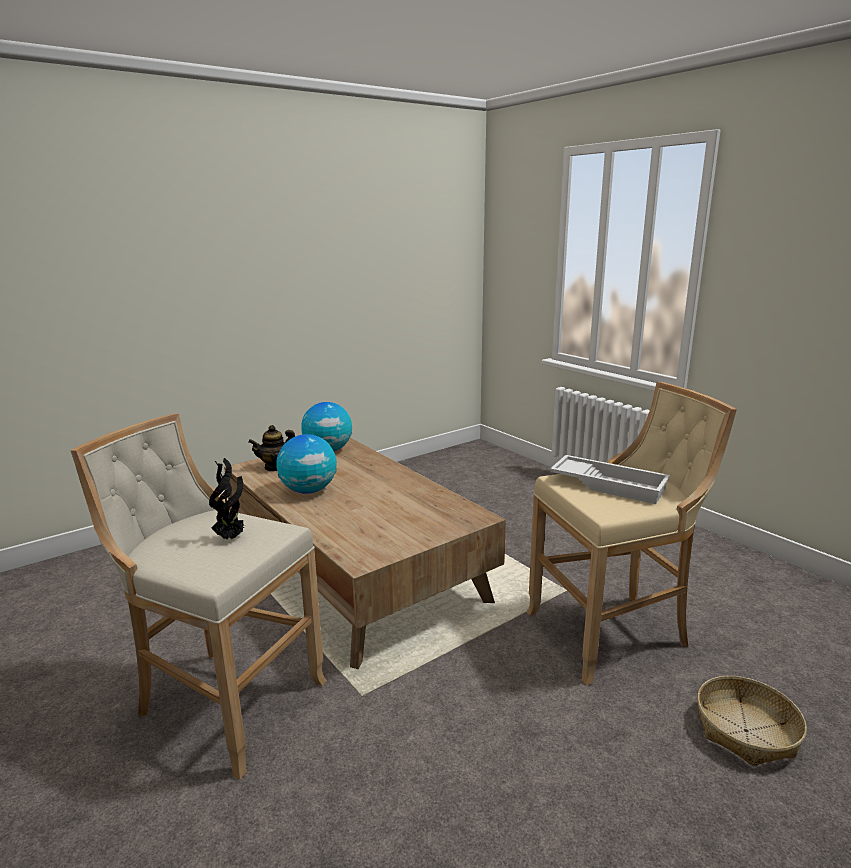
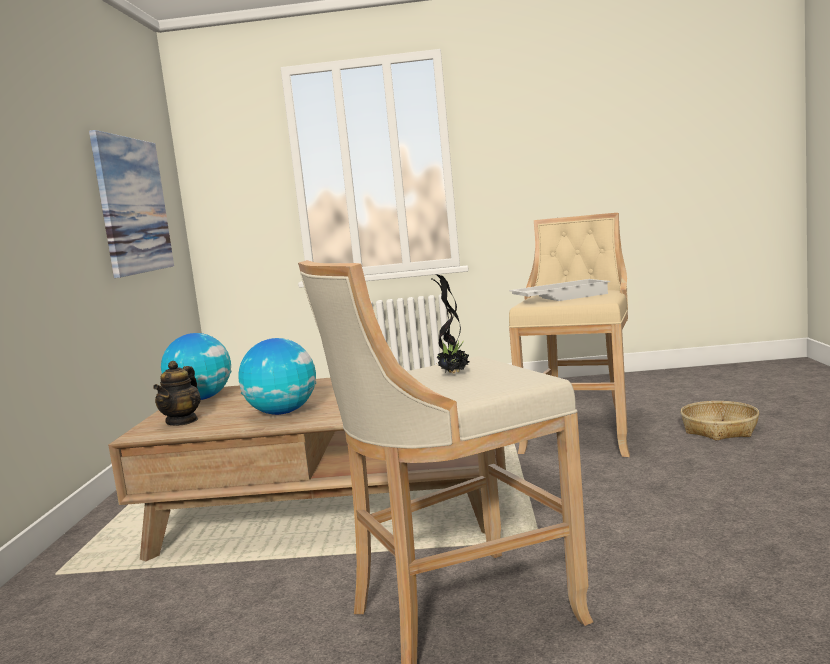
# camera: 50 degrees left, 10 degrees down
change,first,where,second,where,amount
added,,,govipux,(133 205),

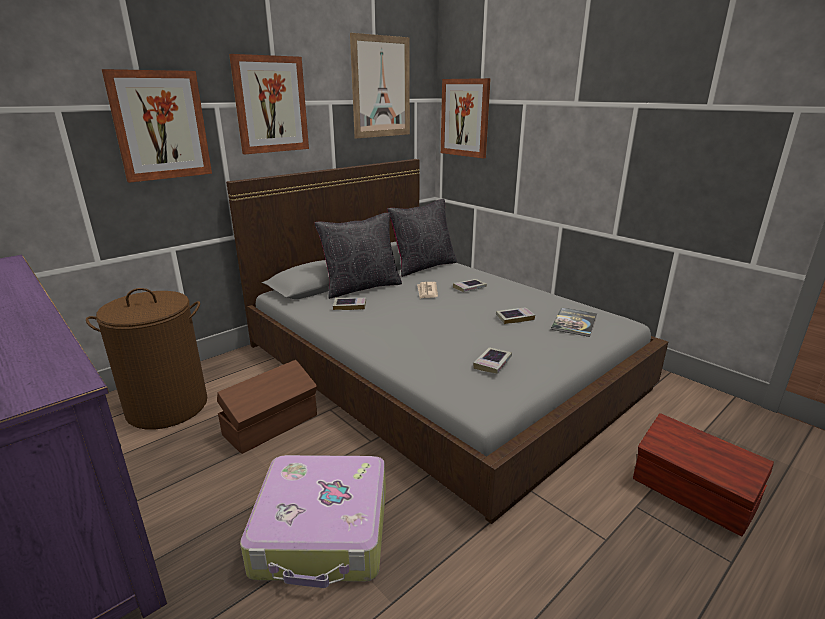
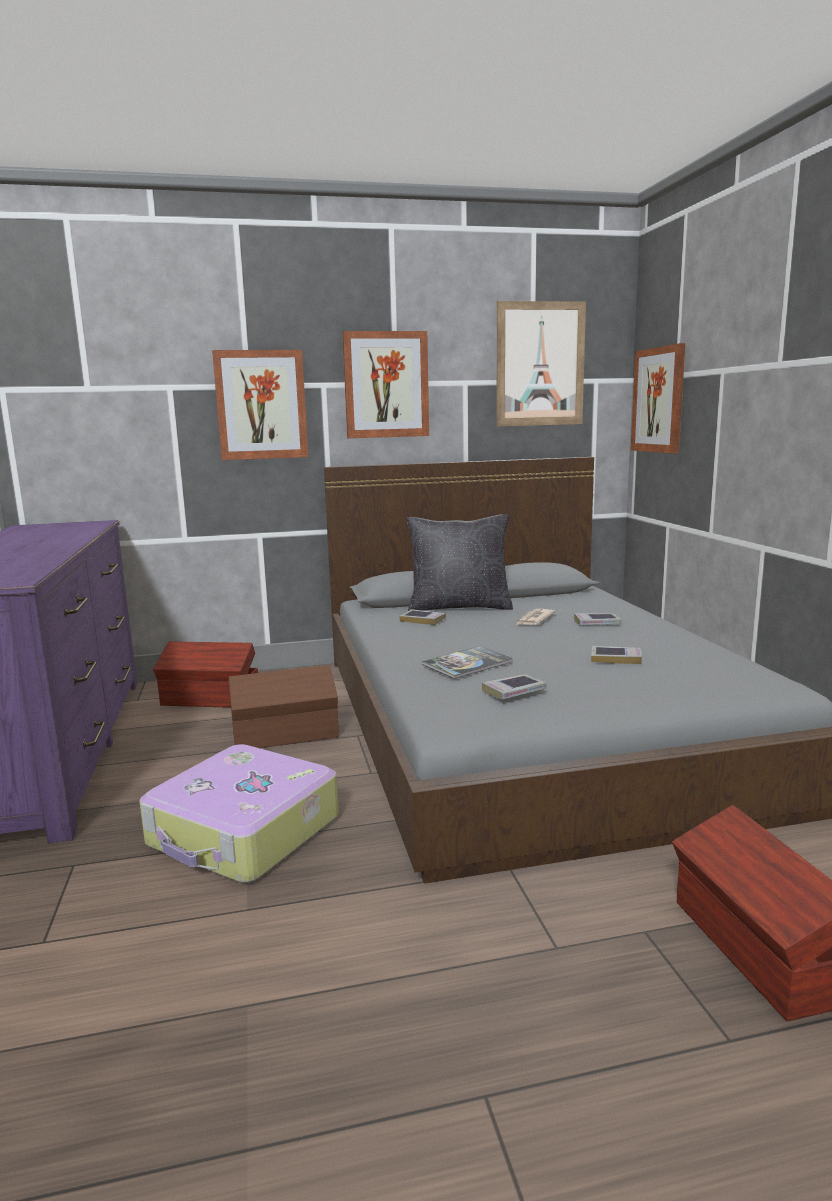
# camera: 30 degrees right, 10 degrees down
change,first,where,second,where,amount
removed,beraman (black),(423 266),,,
replaced,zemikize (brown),(168 406),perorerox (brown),(211 699),
moved,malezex,(574 322),,(467 663),

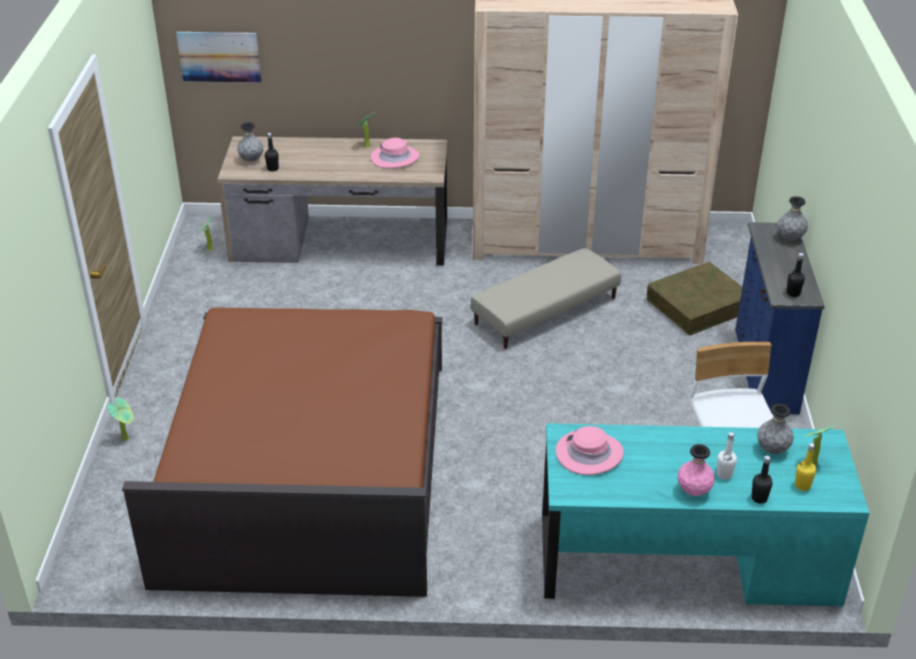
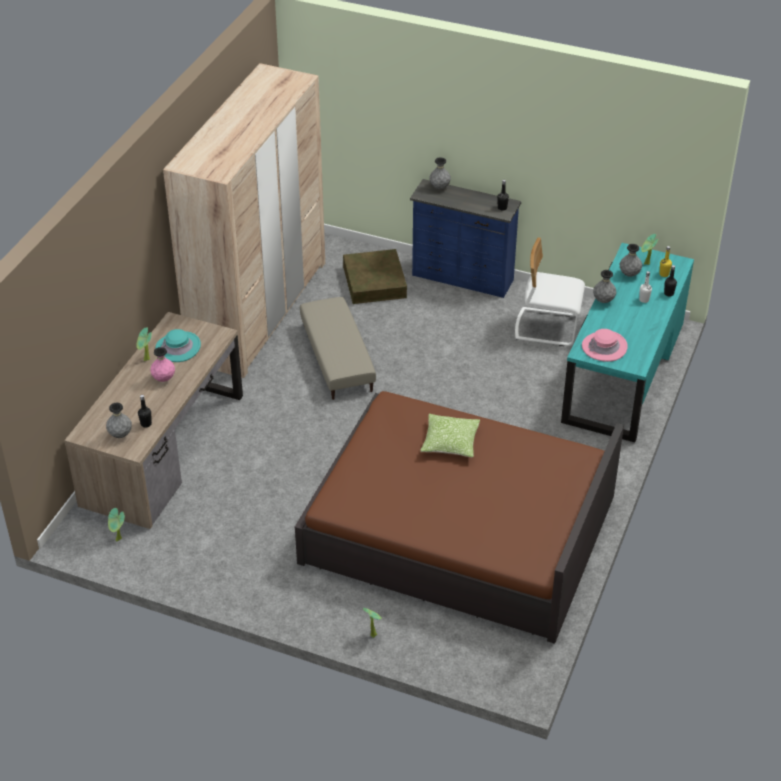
# camera: 70 degrees left, 5 degrees up
change,first,where,second,where,amount
removed,govipux,(219 56),,,
recoloured,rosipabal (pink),(395 158),rosipabal (turquoise),(178 347),
moved,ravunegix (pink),(694 491),,(164 379),
added,,,ravunegix (grey),(603 301),
added,,,beraman,(450 442),

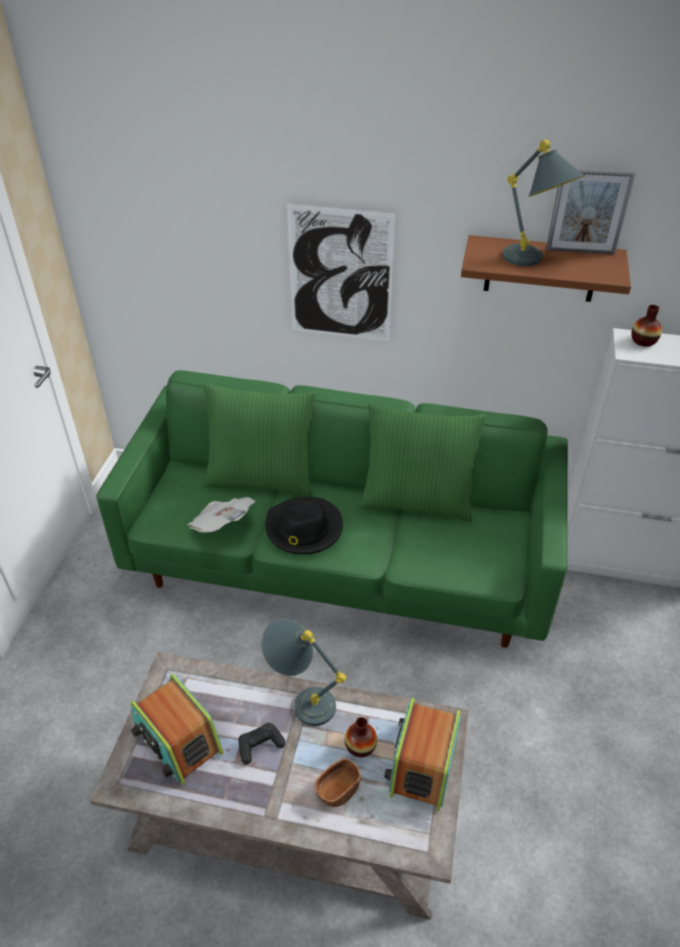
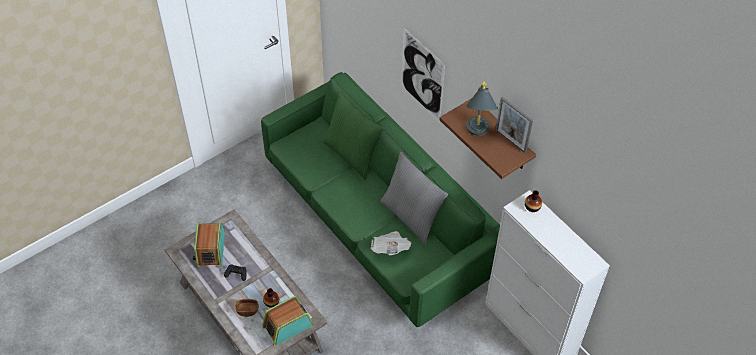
# camera: 40 degrees right, 10 degrees up
change,first,where,second,where,amount
recoloured,beraman (green),(417 501),beraman (grey),(411 216),
moved,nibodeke,(222 526),,(390 249),
removed,rosipabal (black),(303 529),,,
removed,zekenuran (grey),(301 700),,,

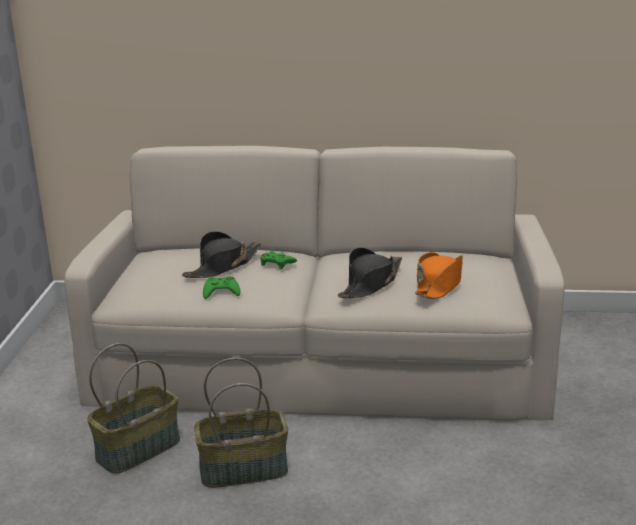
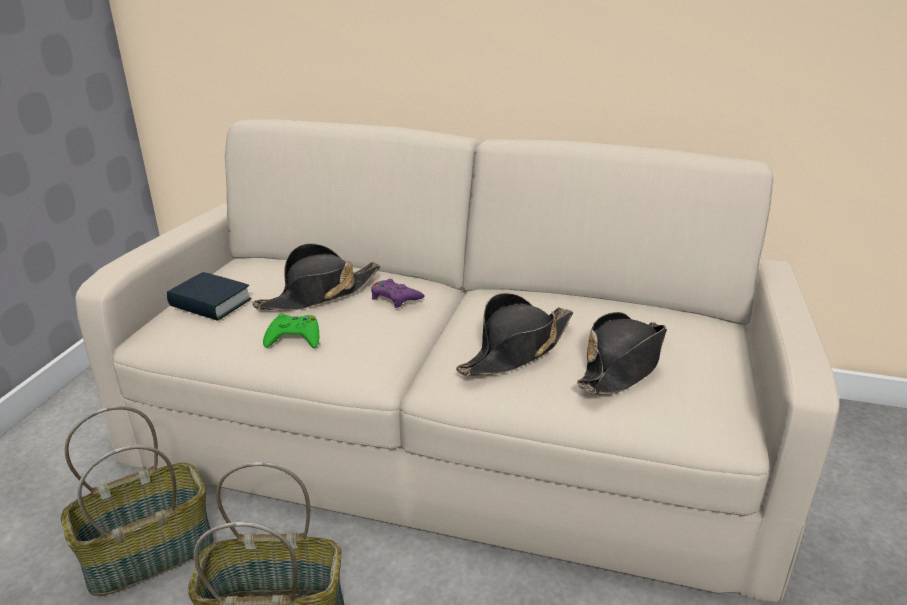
# camera: 10 degrees right, 5 degrees up
change,first,where,second,where,amount
recoloured,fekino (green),(276 263),fekino (purple),(395 298),
recoloured,rosipabal (orange),(439 284),rosipabal (black),(623 365),
added,,,malezex,(210 303),

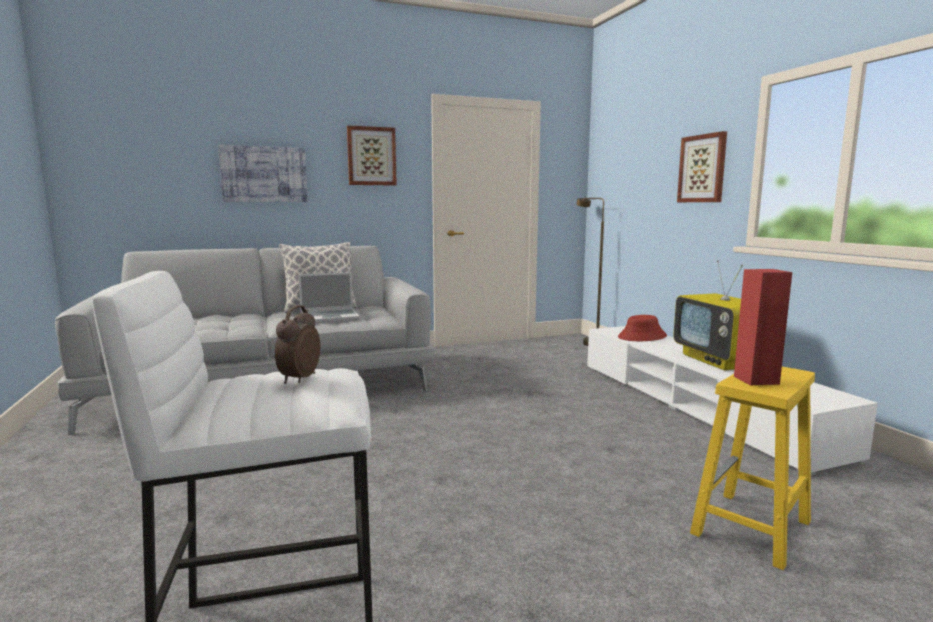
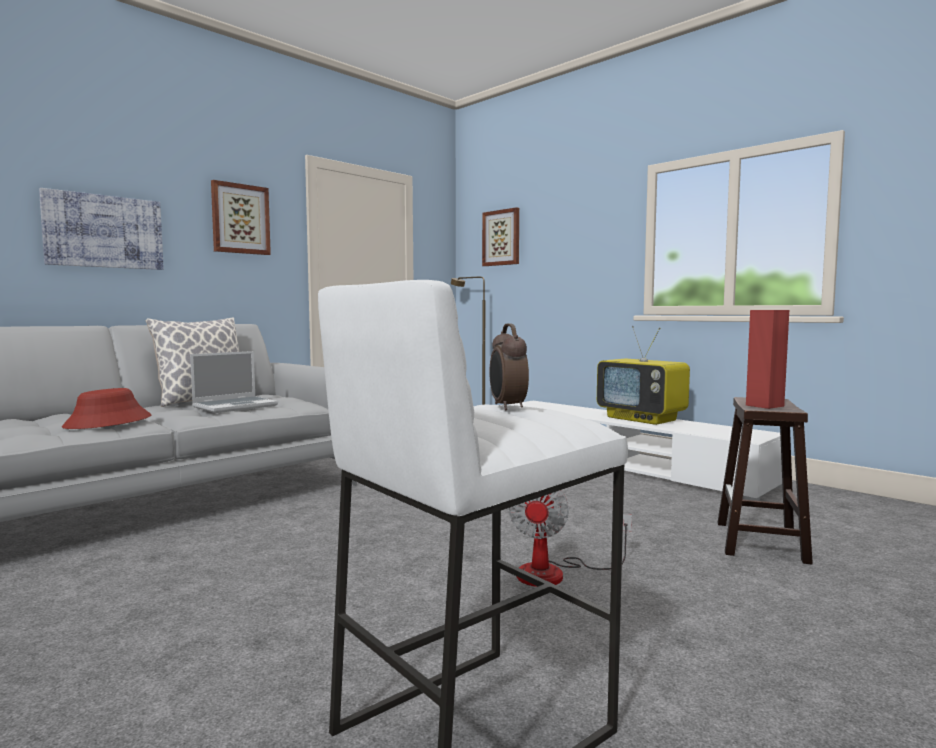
# camera: 25 degrees left, 5 degrees down
change,first,where,second,where,amount
moved,govipux,(702 168),,(501 238),
moved,rosipabal (red),(642 337),,(108 422),
recoloured,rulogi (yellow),(751 529),rulogi (brown),(761 542),
added,,,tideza,(555 573),

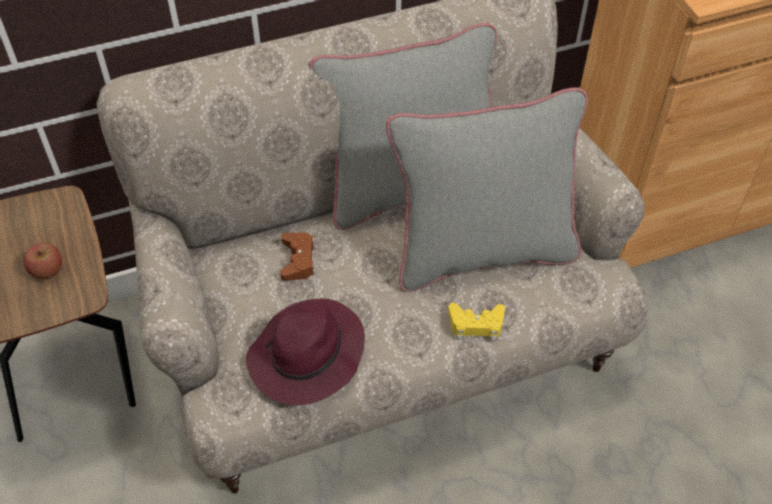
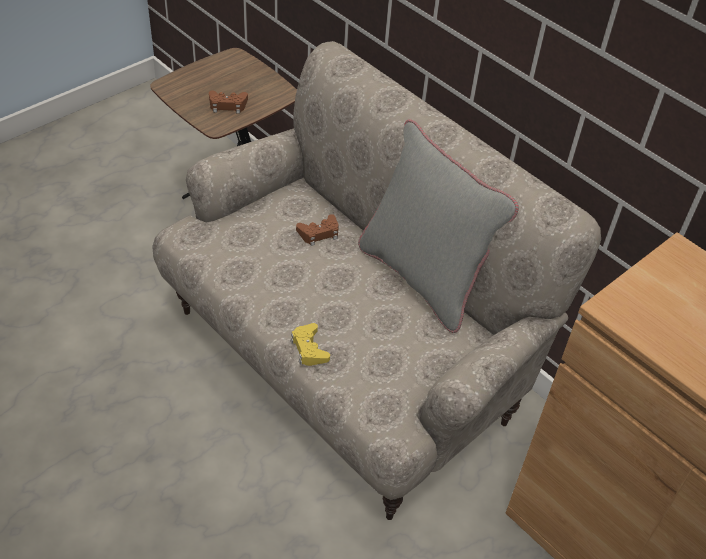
# camera: 65 degrees right, 5 degrees down
change,first,where,second,where,amount
removed,beraman (grey),(481 252),,,
replaced,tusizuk,(47 270),fekino (brown),(227 105),
removed,rosipabal (purple),(306 357),,,

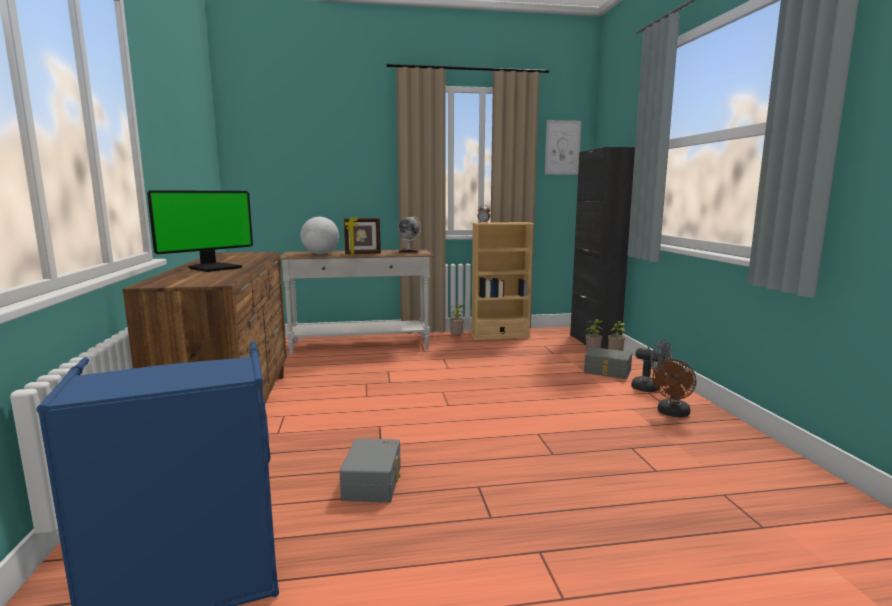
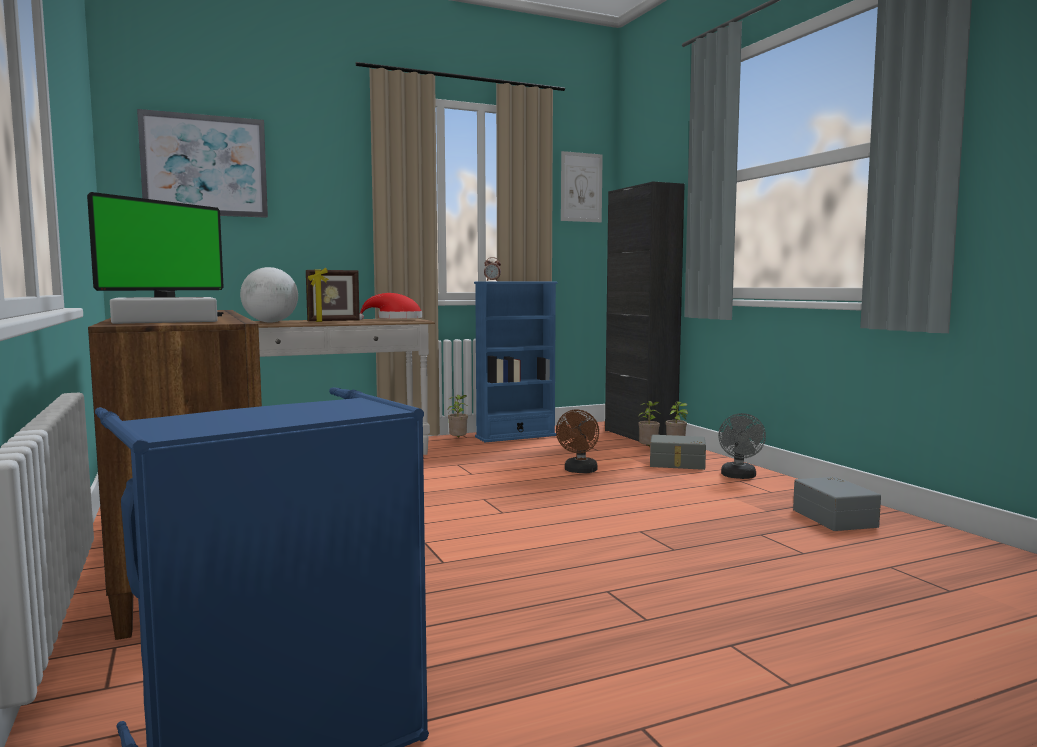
# camera: 15 degrees left, 5 degrees down
change,first,where,second,where,amount
replaced,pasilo,(409 252),rosipabal (red),(396 319),
recoloured,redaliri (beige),(500 336),redaliri (blue),(515 436),
turned,tideza (grey),(650 389),,(739 477),75 degrees clockwise
moved,tideza (brown),(672 414),,(579 471),
moved,perorerox (grey),(374 482),,(836 518),
added,,,govipux,(204 165),
added,,,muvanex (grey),(166 320),

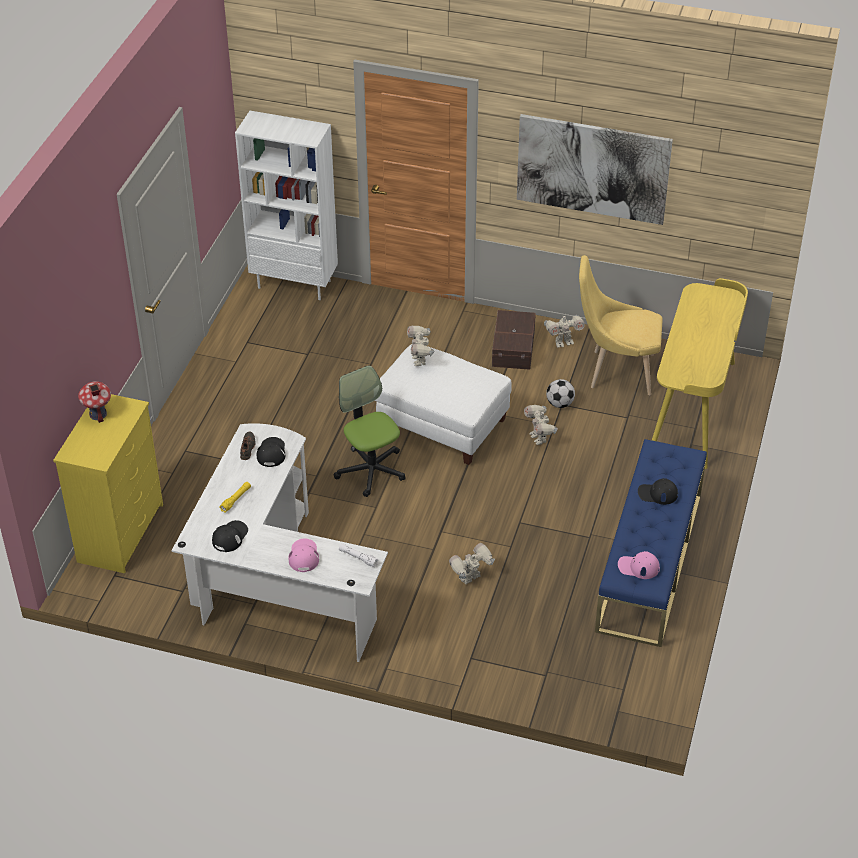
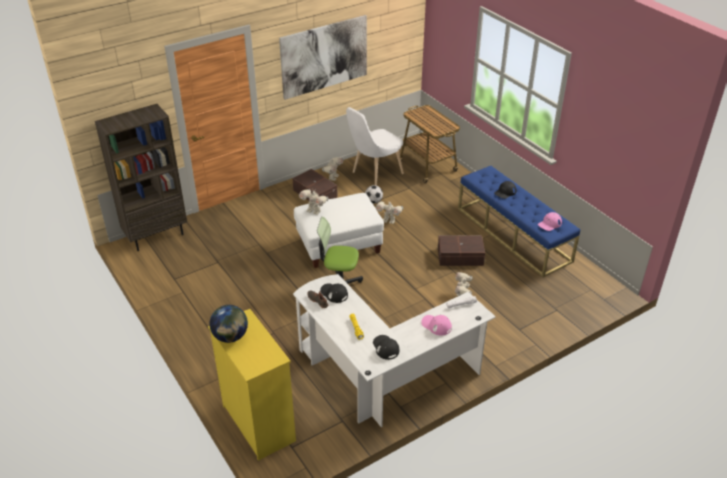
# camera: 50 degrees left, 5 degrees down
change,first,where,second,where,amount
recoloured,redaliri (white),(295 284),redaliri (brown),(156 236),
recoloured,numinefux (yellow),(616 371),numinefux (white),(374 174),
replaced,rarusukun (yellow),(693 408),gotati,(428 167),
replaced,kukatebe,(98 414),pasilo,(230 337),
added,,,perorerox (brown),(460 257),

